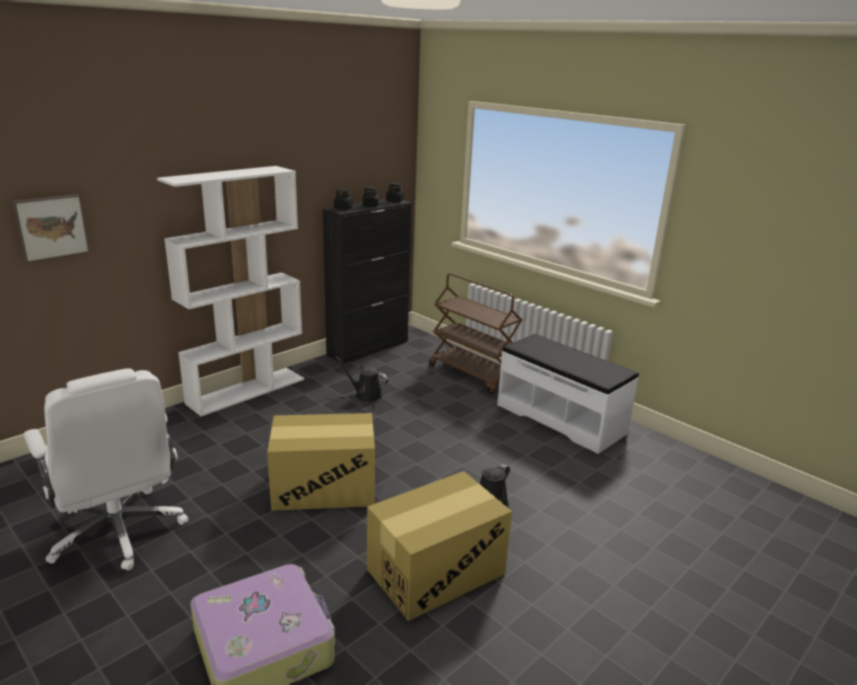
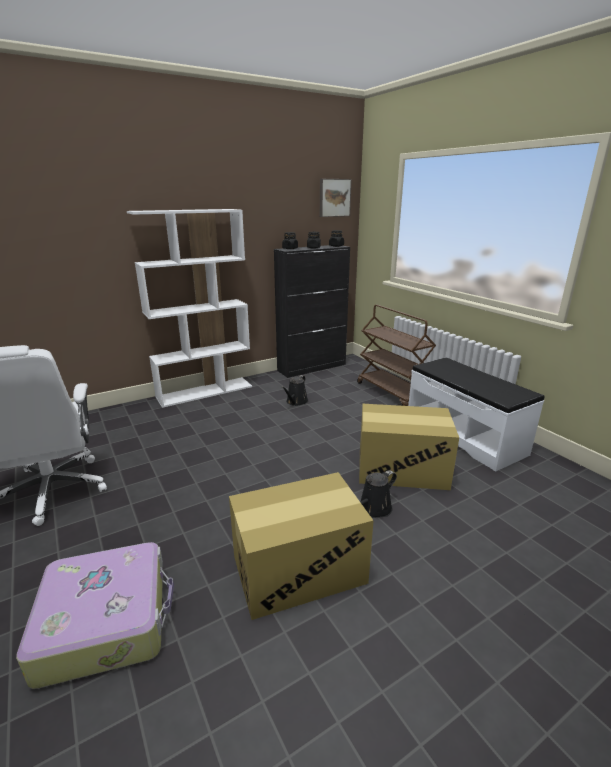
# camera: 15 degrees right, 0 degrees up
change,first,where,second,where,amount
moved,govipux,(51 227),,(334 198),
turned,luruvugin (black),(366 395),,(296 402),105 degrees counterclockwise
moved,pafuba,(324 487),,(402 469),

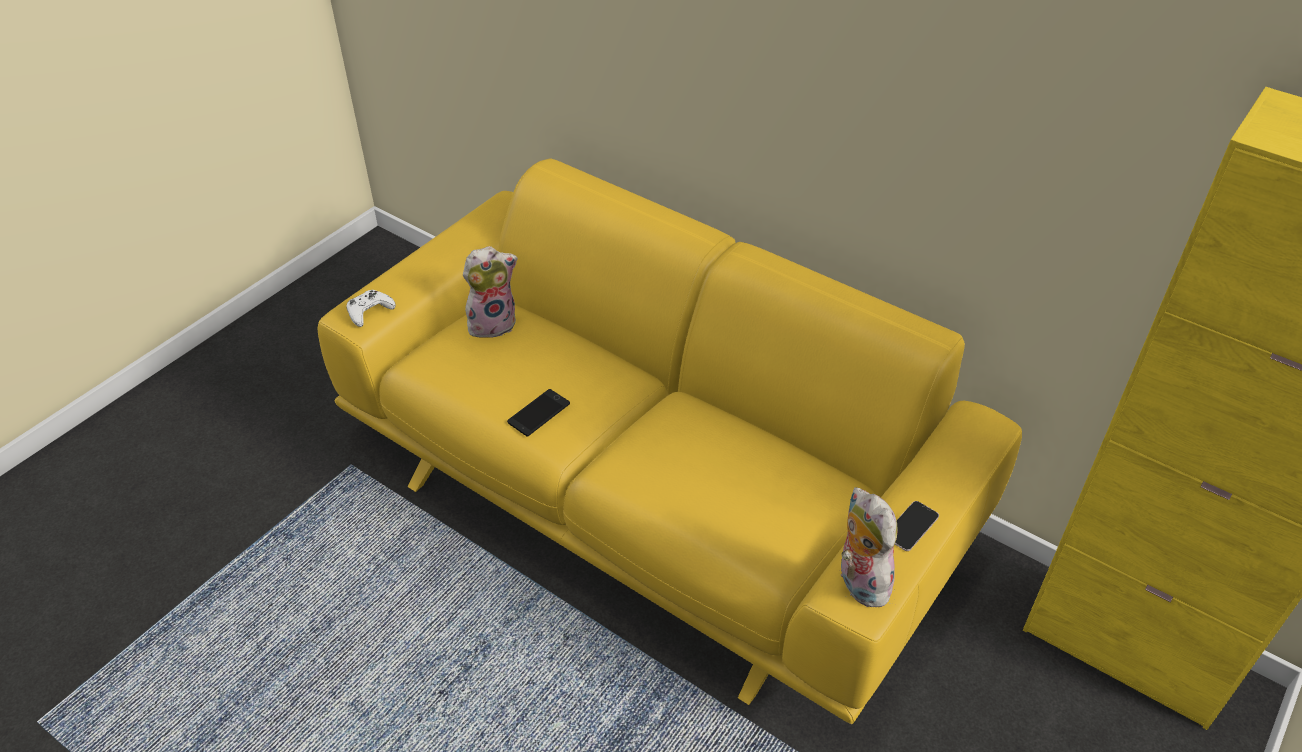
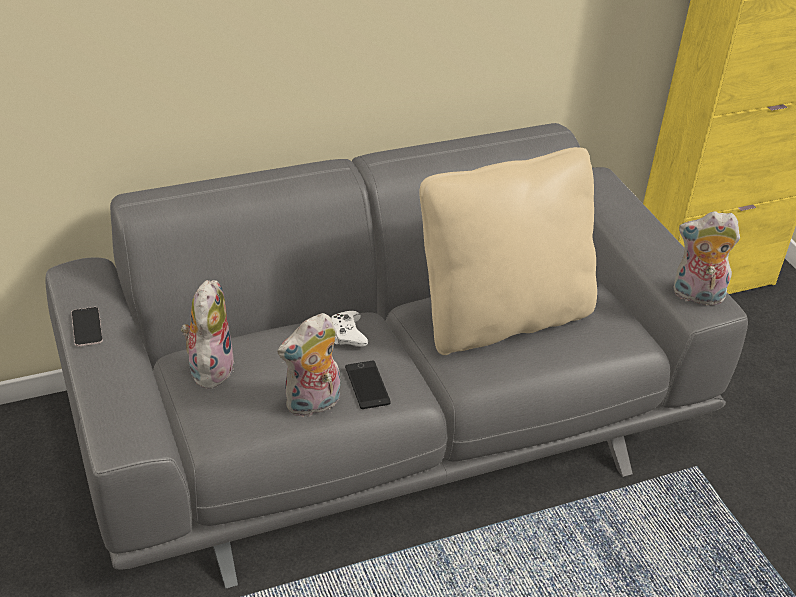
# camera: 60 degrees left, 5 degrees down
change,first,where,second,where,amount
recoloured,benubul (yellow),(654 495),benubul (grey),(390 424),
moved,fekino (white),(369 311),,(347 334),
moved,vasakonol,(911 526),,(87 327),
added,,,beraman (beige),(502 318),
added,,,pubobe,(313 405),

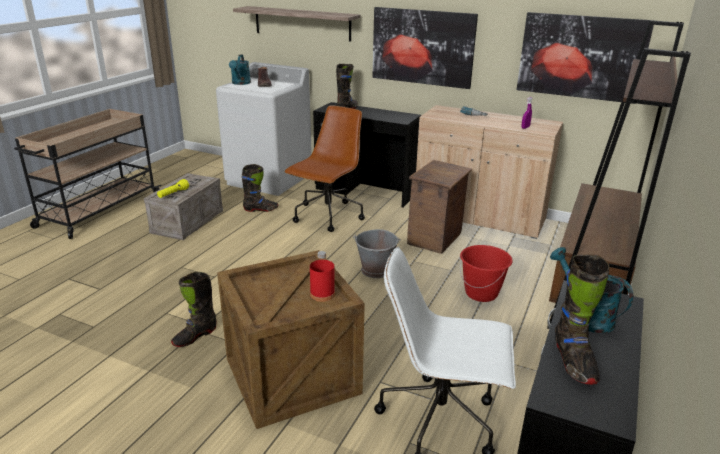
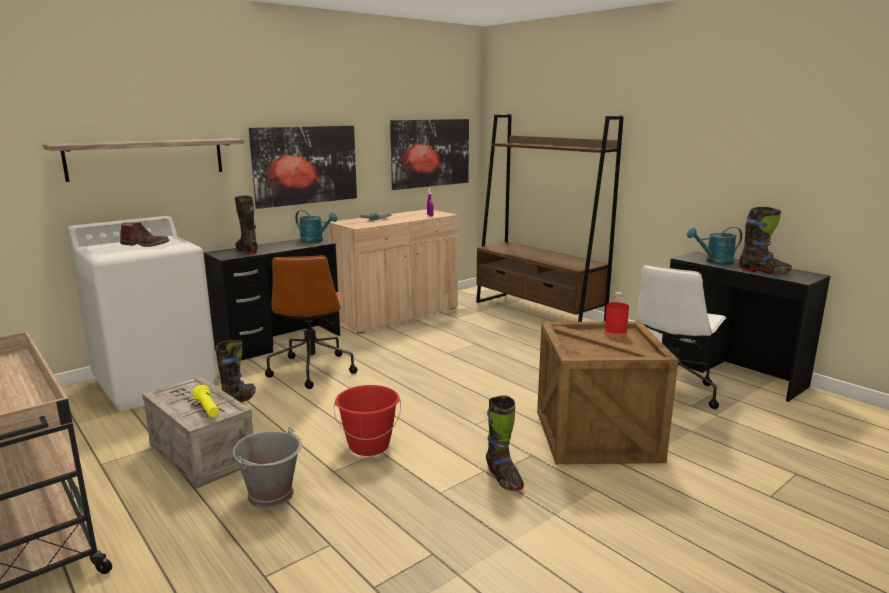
# camera: 65 degrees left, 10 degrees down
change,first,where,second,where,amount
moved,luruvugin (turquoise),(240 83),,(315 241),
turned,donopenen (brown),(327 216),,(312 369),150 degrees counterclockwise
removed,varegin,(435 239),,,
moved,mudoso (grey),(376 270),,(271 494),
moved,mudoso (red),(481 293),,(369 446),

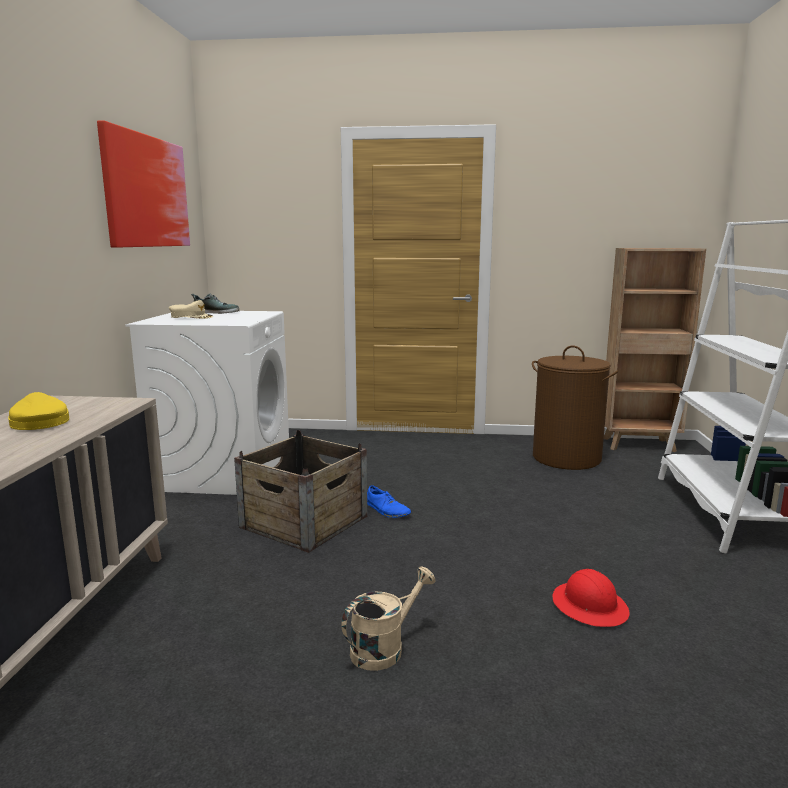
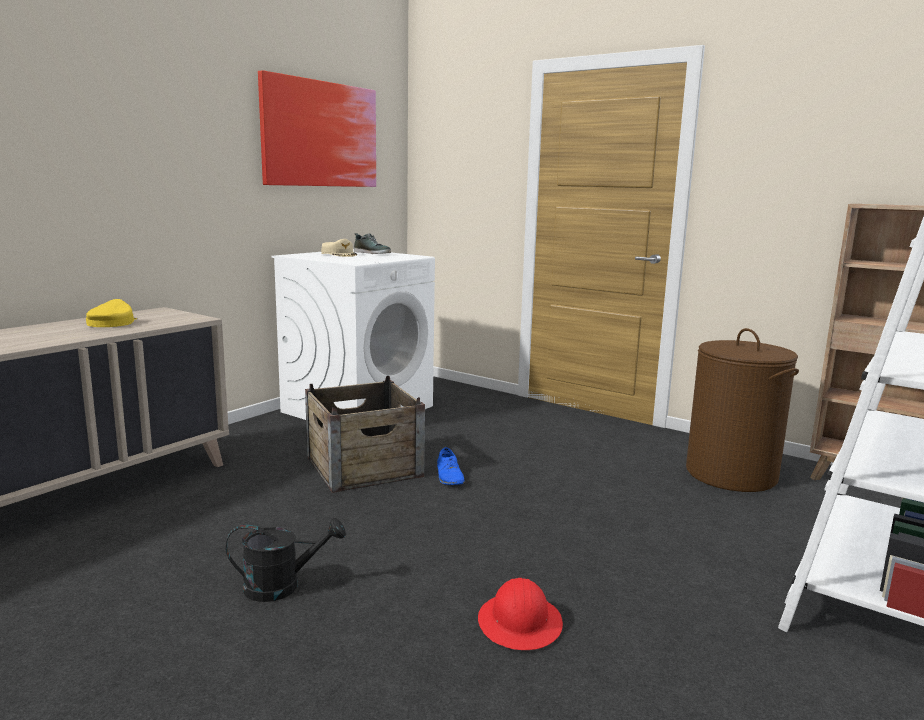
# camera: 30 degrees right, 0 degrees up
change,first,where,second,where,amount
recoloured,luruvugin (beige),(384 648),luruvugin (black),(282 586),

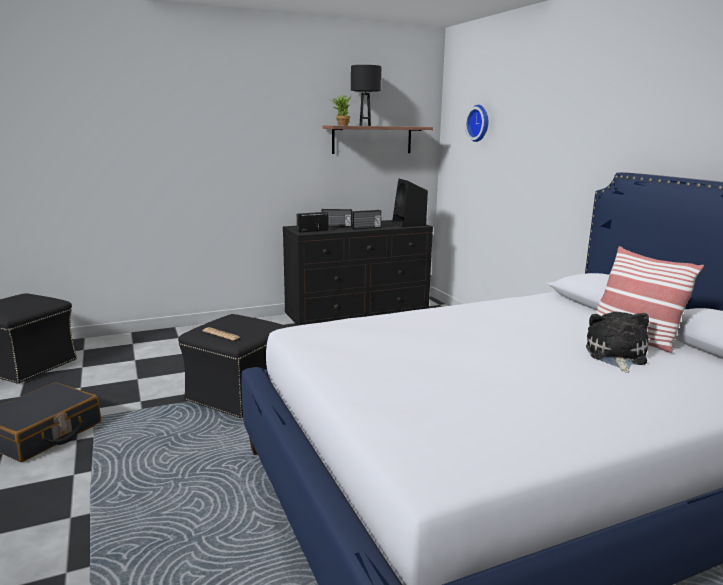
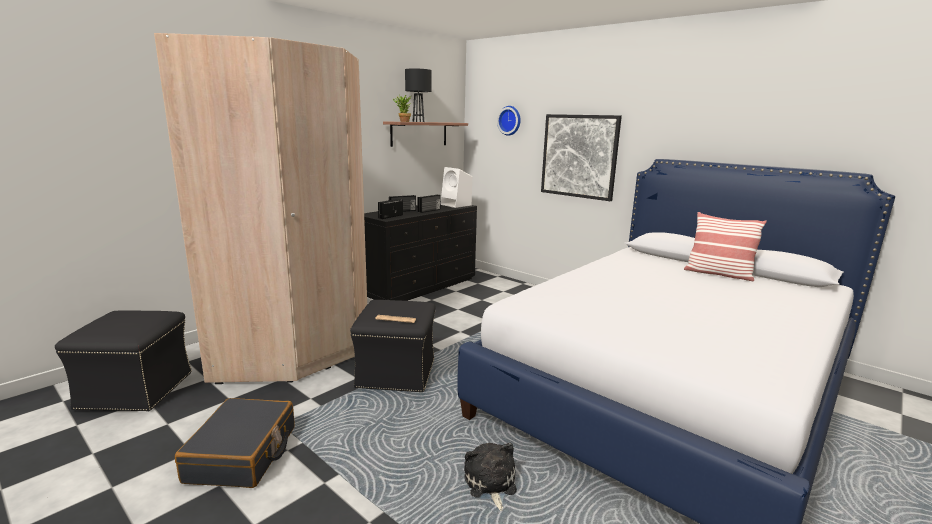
# camera: 25 degrees left, 0 degrees up
change,first,where,second,where,amount
recoloured,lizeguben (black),(409 224),lizeguben (white),(456 205),
moved,pubobe,(615 356),,(490 485),
added,,,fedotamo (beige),(294 349),
added,,,govipux,(579 156),

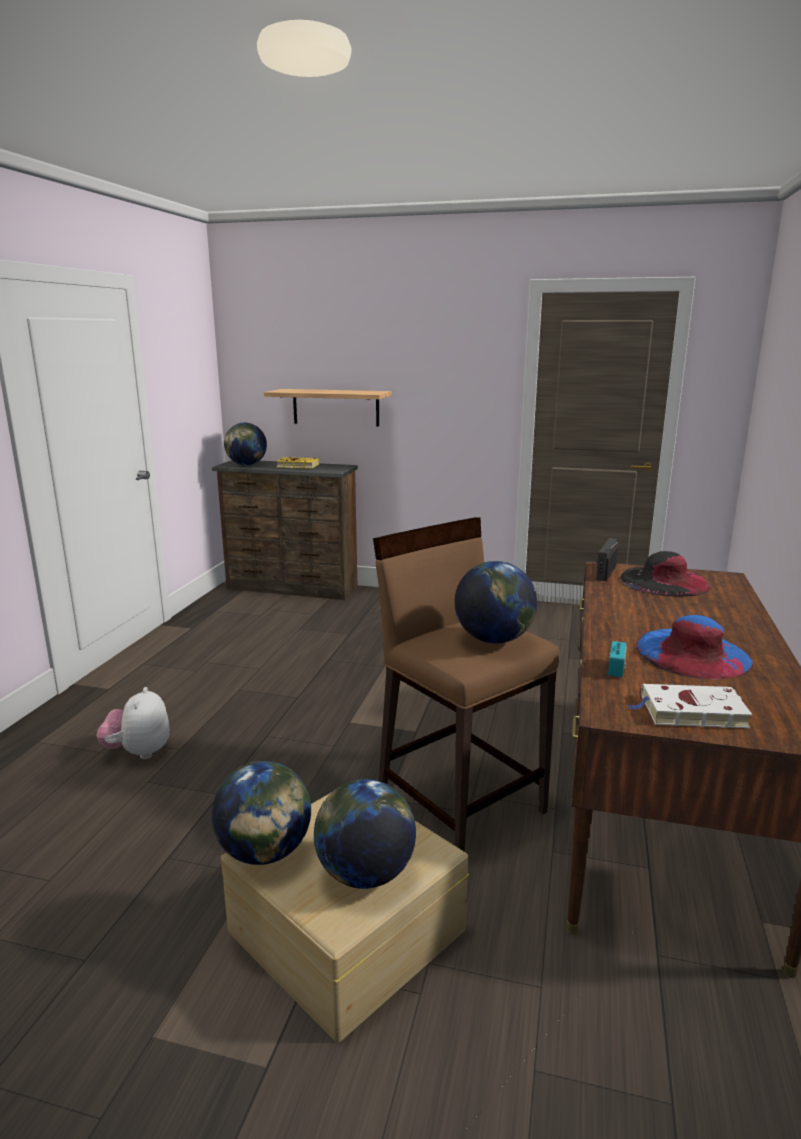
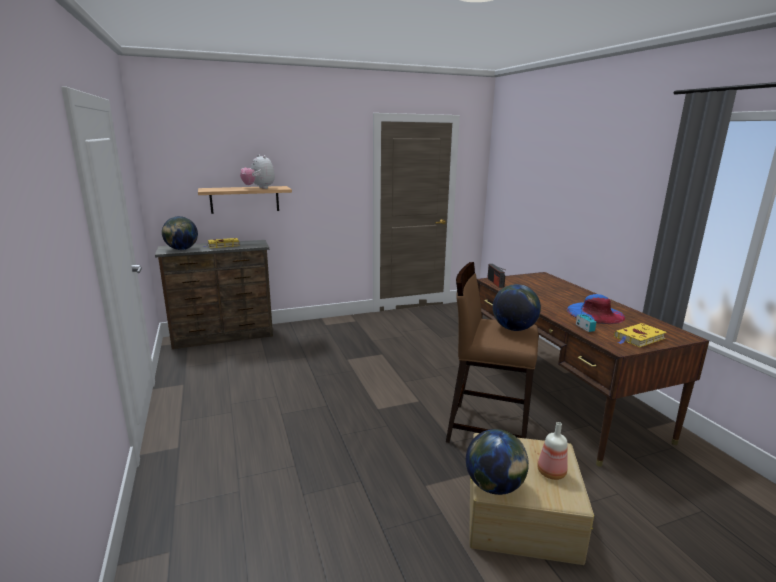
# camera: 35 degrees left, 0 degrees up
change,first,where,second,where,amount
removed,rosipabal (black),(664 581),,,
recoloured,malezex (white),(689 712),malezex (yellow),(638 338),
moved,pubobe,(139 752),,(259 188),
replaced,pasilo,(365 874),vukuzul,(550 473),

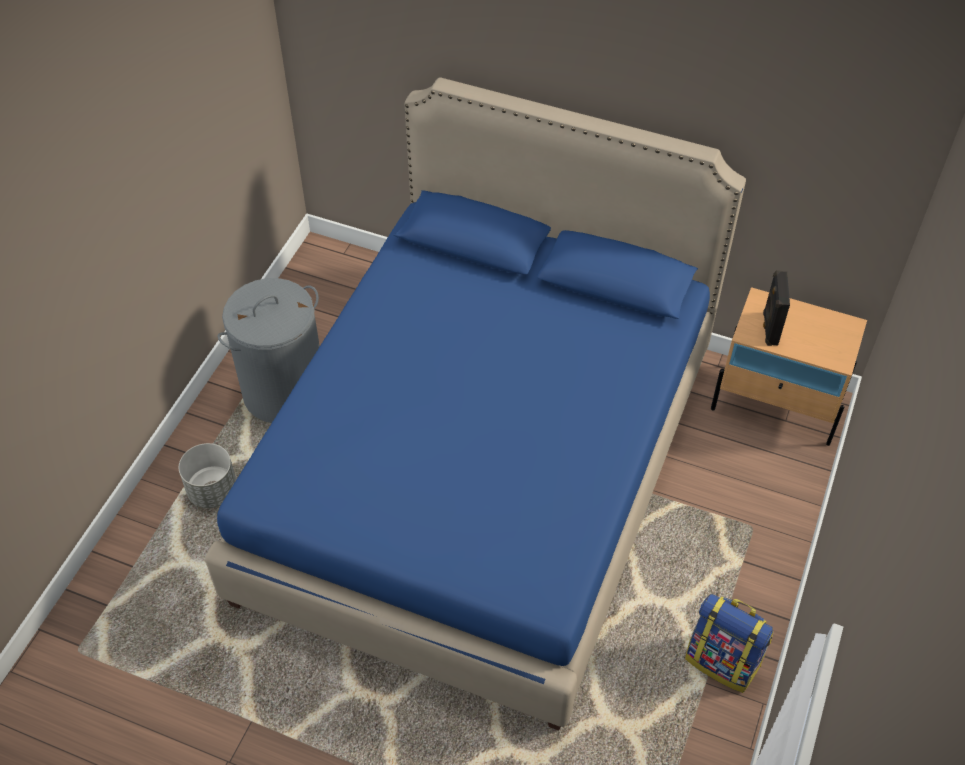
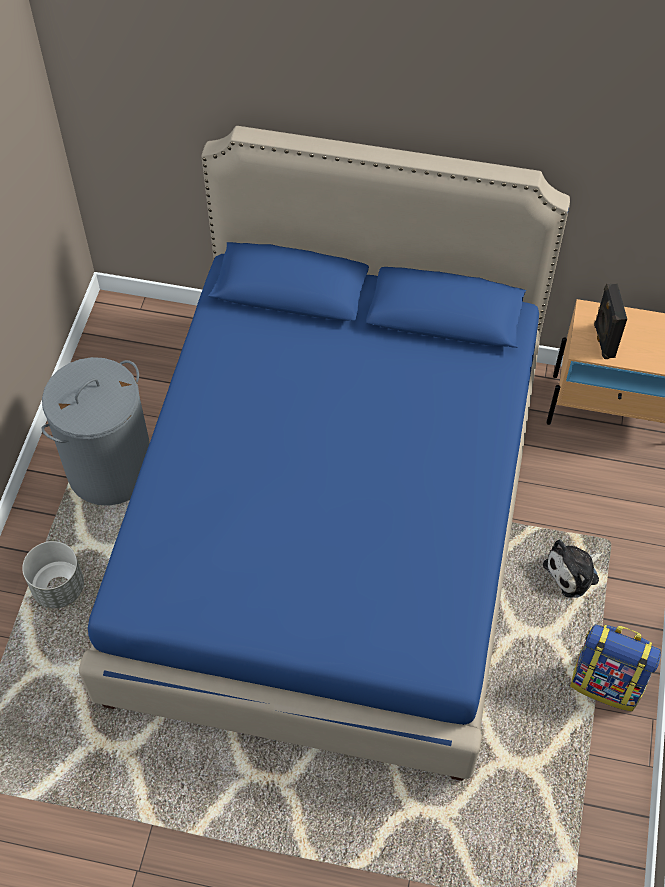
# camera: 10 degrees left, 5 degrees up
change,first,where,second,where,amount
added,,,pubobe,(574 571),

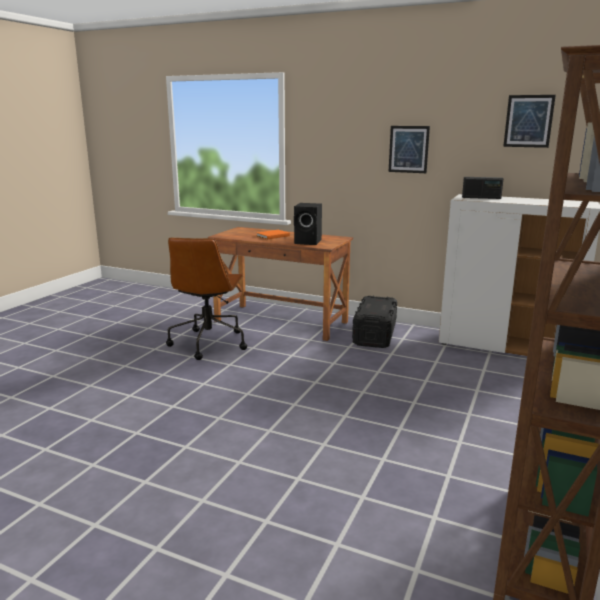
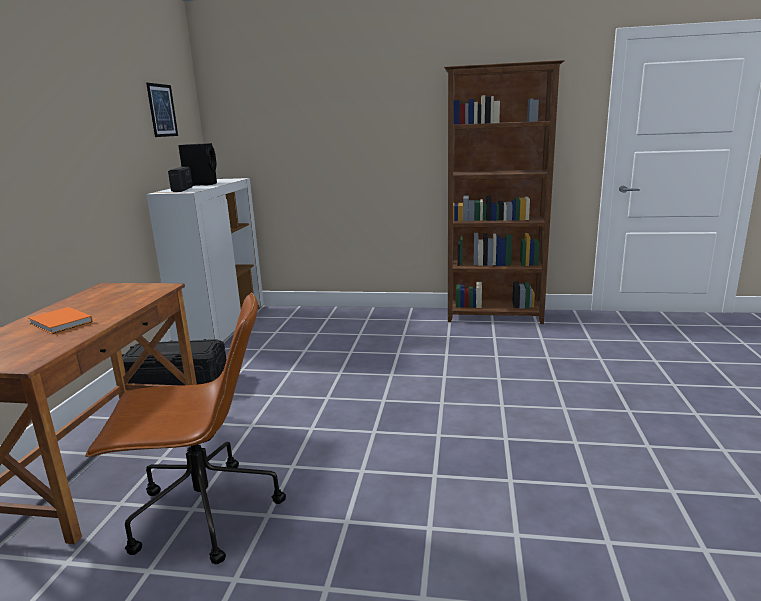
# camera: 105 degrees left, 0 degrees up
change,first,where,second,where,amount
removed,govipux,(408 149),,,
moved,lizeguben (black),(309 242),,(202 184),

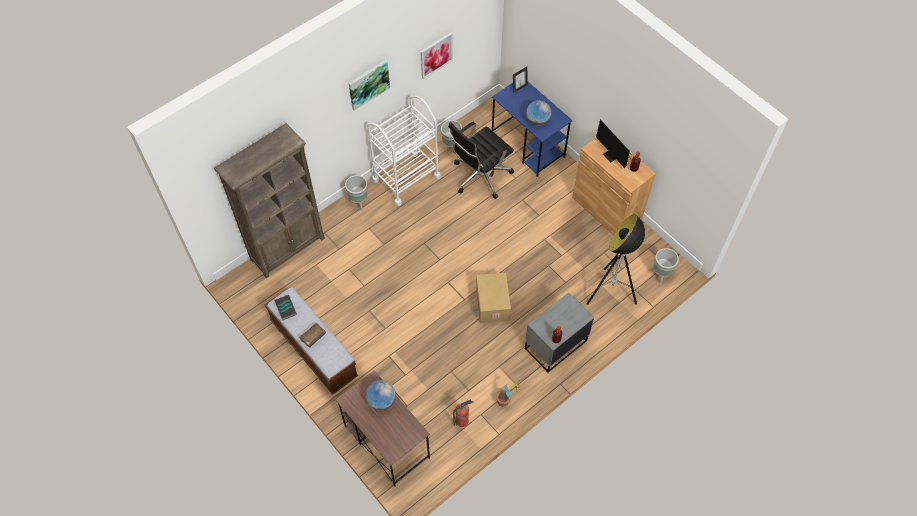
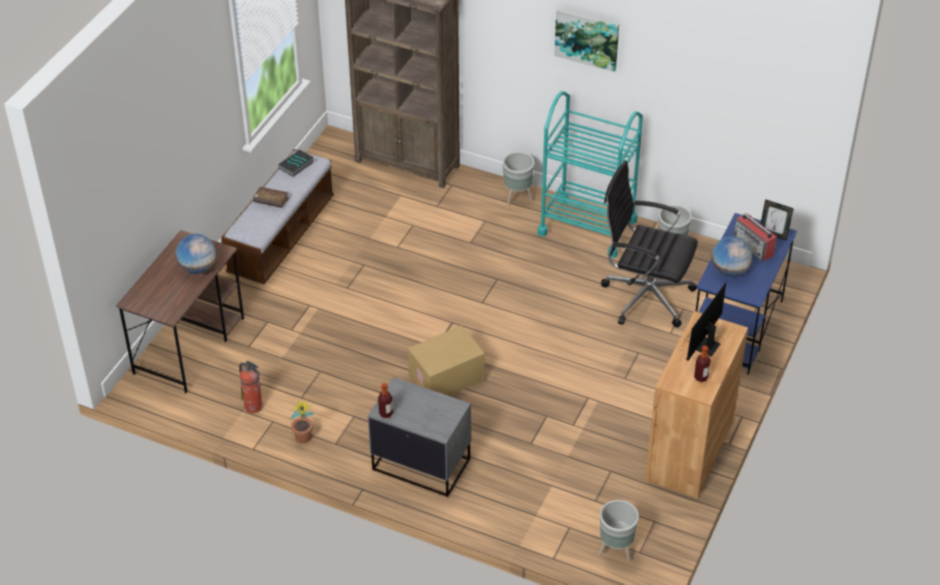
# camera: 65 degrees right, 15 degrees down
change,first,where,second,where,amount
removed,govipux,(436 55),,,
recoloured,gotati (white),(406 178),gotati (turquoise),(587 226),
removed,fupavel,(610 293),,,
added,,,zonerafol,(753 247),

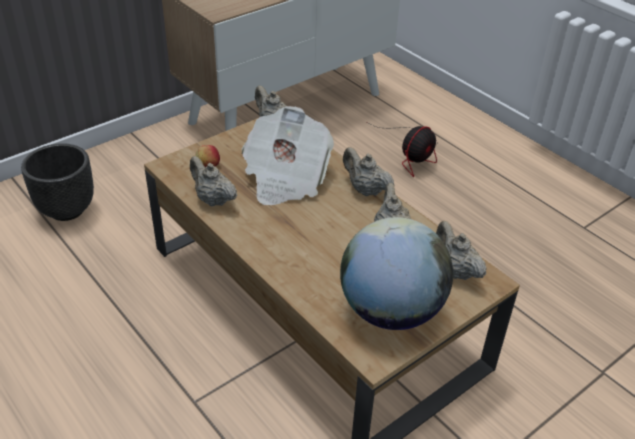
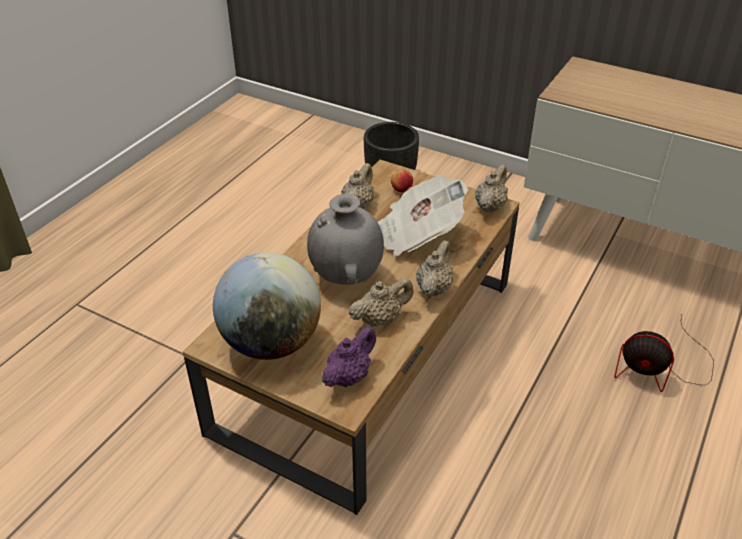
# camera: 70 degrees right, 0 degrees up
change,first,where,second,where,amount
recoloured,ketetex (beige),(455 270),ketetex (purple),(349 376),
added,,,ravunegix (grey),(346 277),

